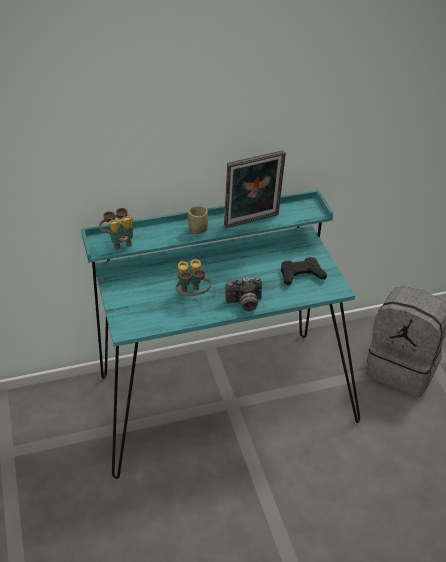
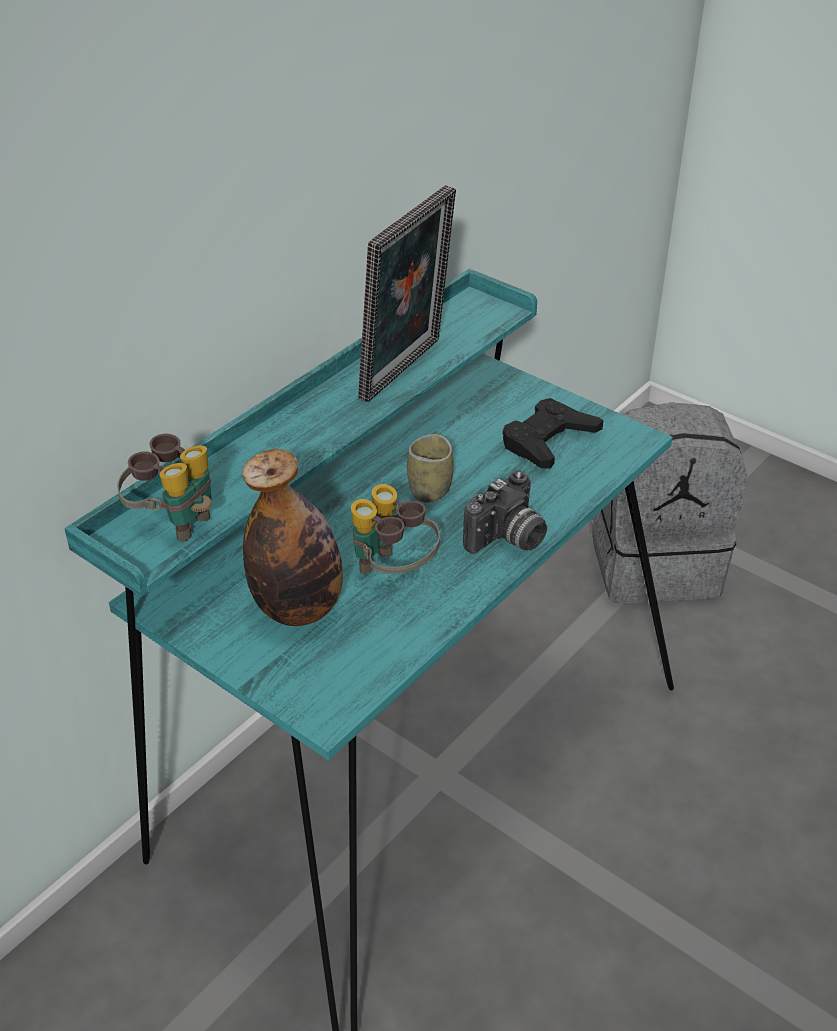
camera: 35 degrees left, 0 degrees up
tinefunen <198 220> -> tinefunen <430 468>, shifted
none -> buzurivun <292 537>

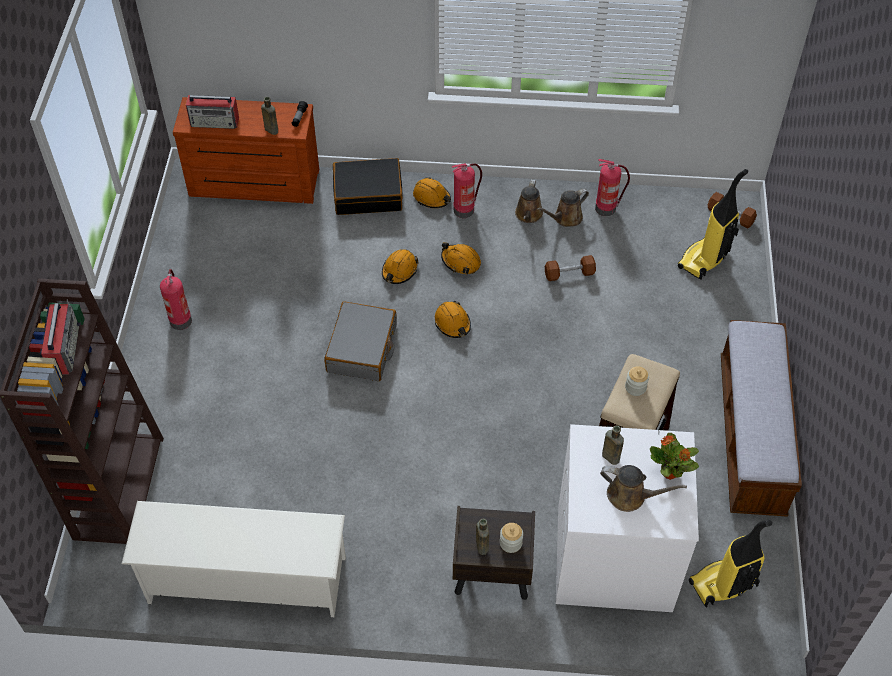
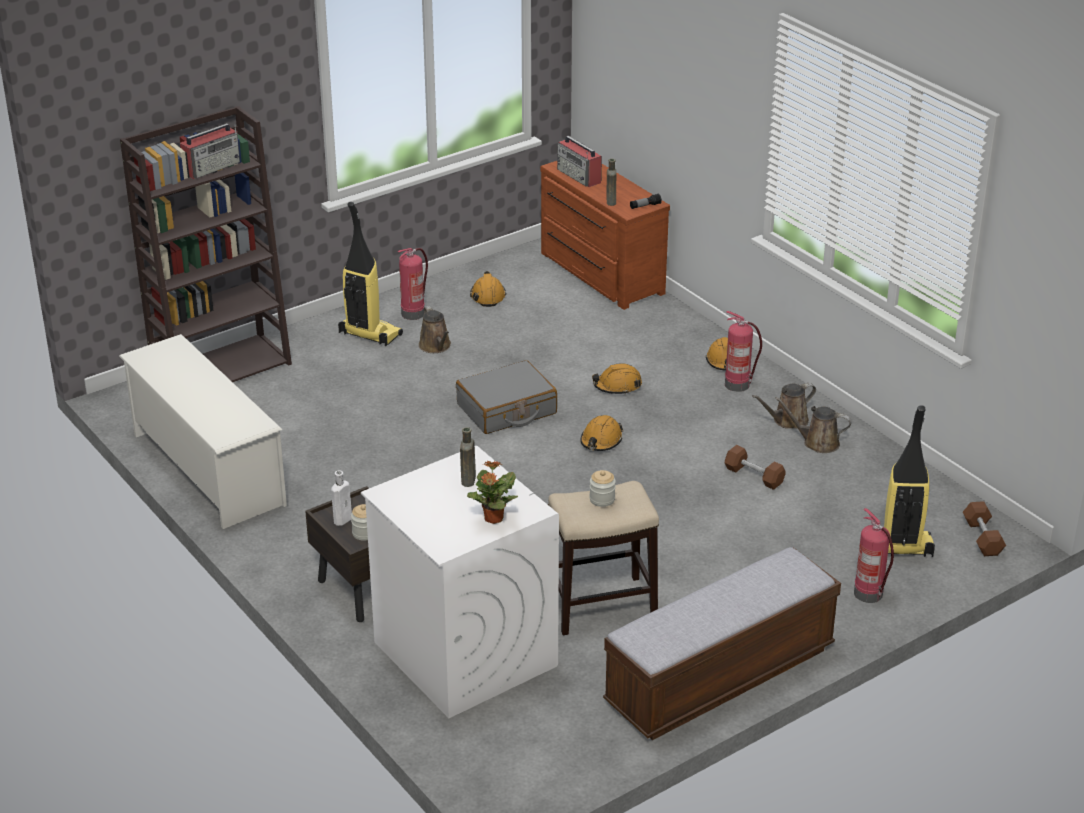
camera: 50 degrees right, 20 degrees down
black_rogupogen <367 186> -> none
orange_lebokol <461 258> -> orange_lebokol <488 289>, shifted
brown_buzurivun <482 537> -> white_buzurivun <341 498>
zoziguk <612 187> -> zoziguk <874 555>, shifted
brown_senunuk <643 488> -> brown_senunuk <435 329>, shifted
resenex <730 564> -> resenex <370 274>, shifted

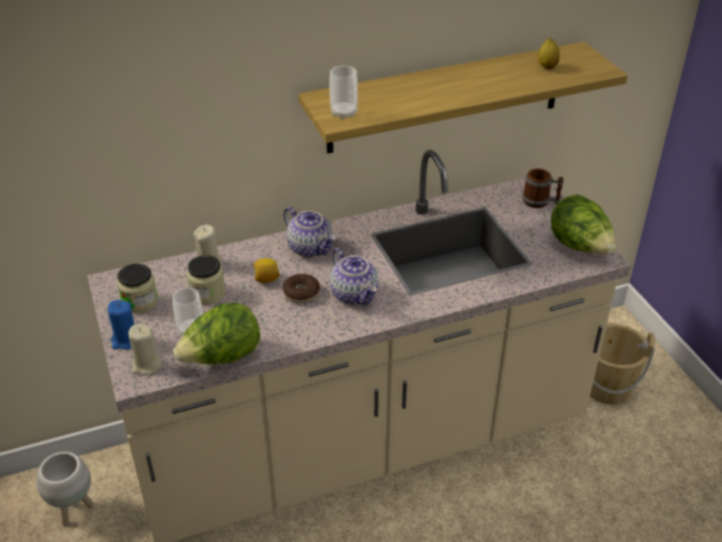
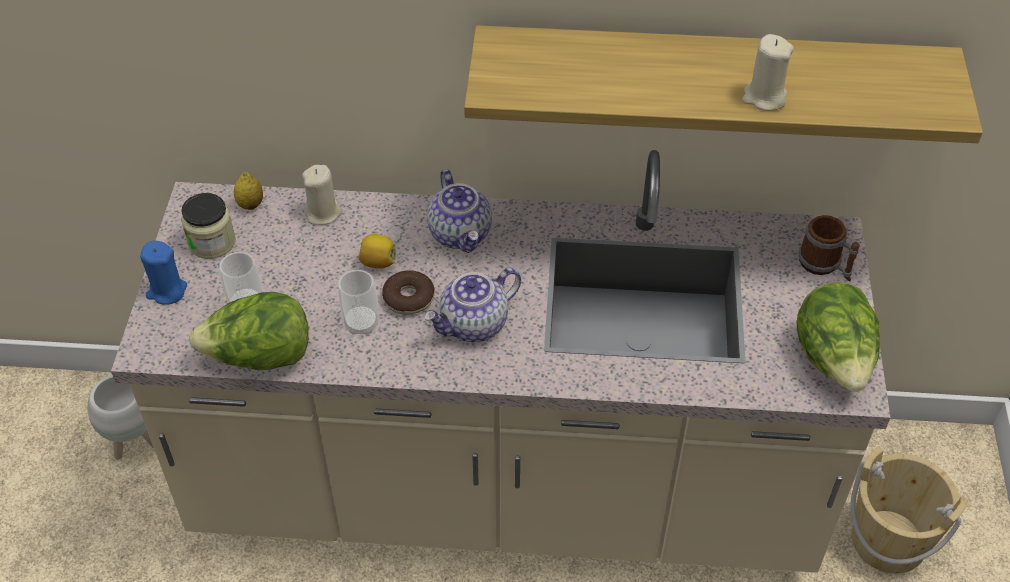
camera: 25 degrees right, 10 degrees up
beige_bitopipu <145 349> -> beige_bitopipu <768 72>, shifted
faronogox <206 280> -> none
tinefunen <343 92> -> tinefunen <358 302>, shifted
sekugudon <354 276> -> sekugudon <472 304>, 60 degrees clockwise
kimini <549 53> -> kimini <248 191>, shifted

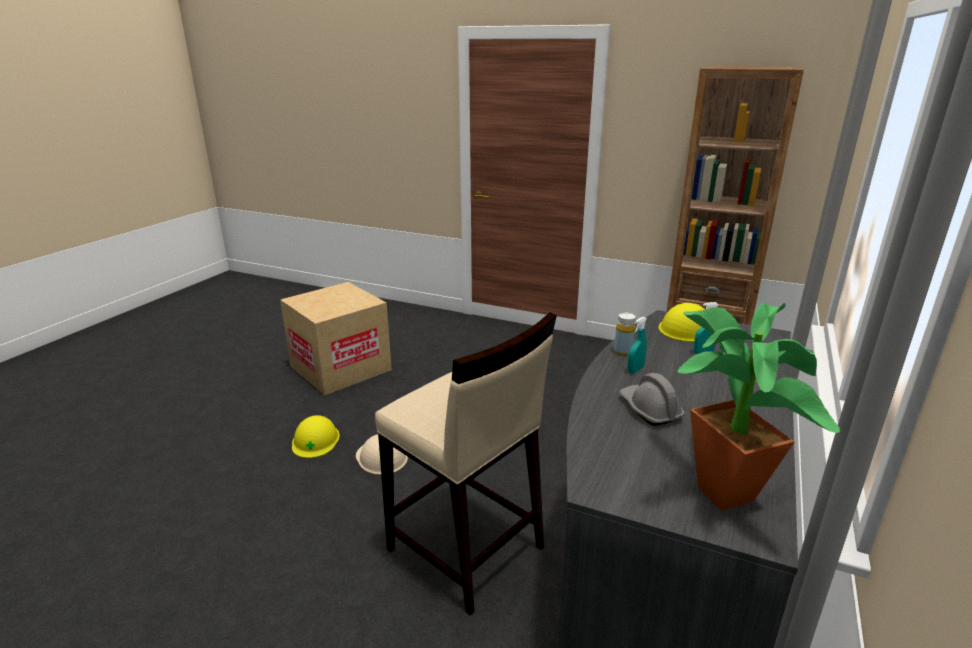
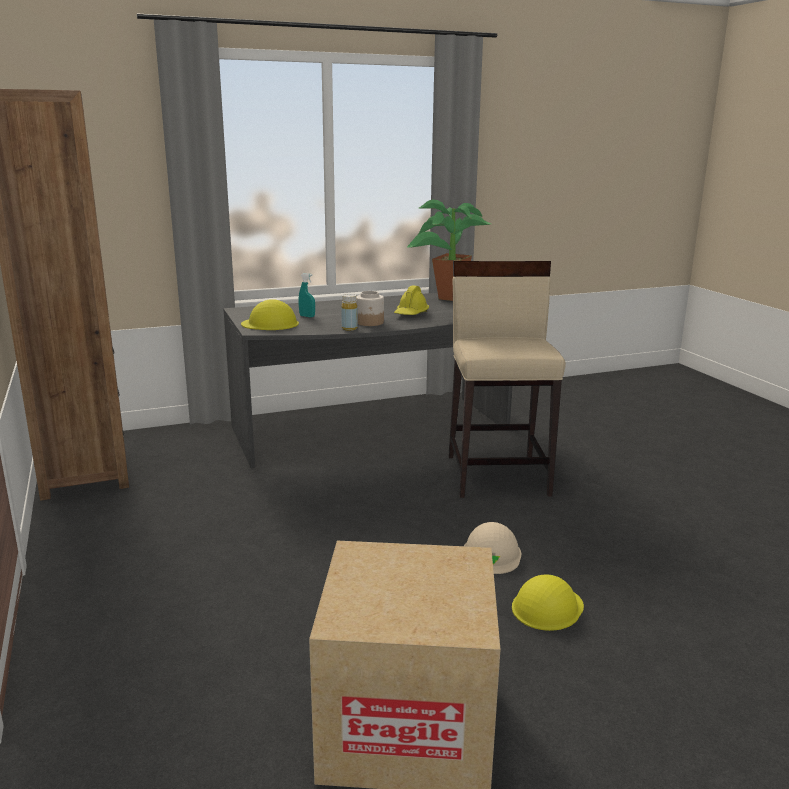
camera: 135 degrees left, 5 degrees down
grey_lebokol <652 399> -> yellow_lebokol <411 300>
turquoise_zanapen <637 345> -> faronogox <370 308>

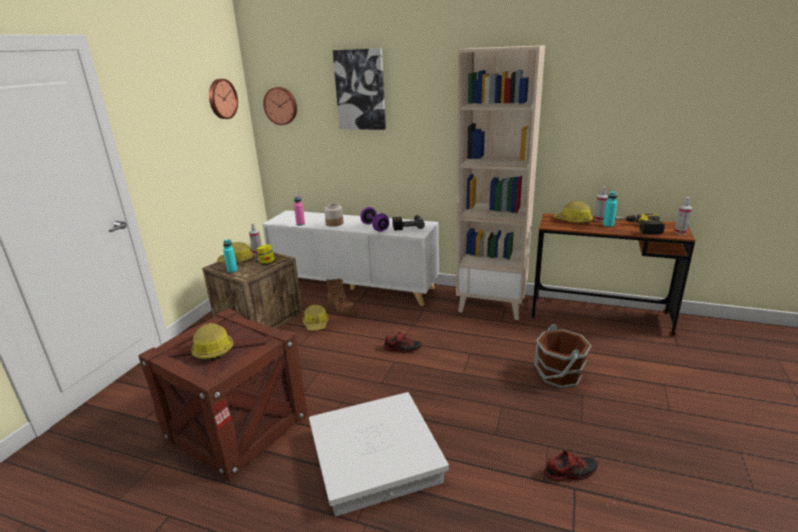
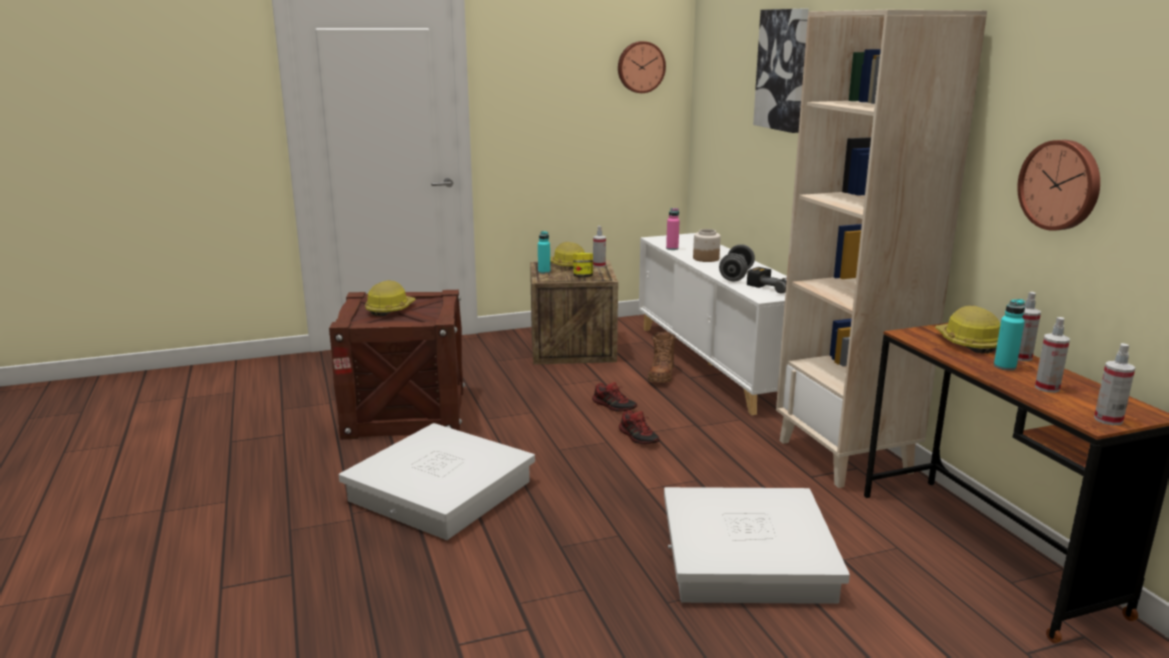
camera: 50 degrees right, 5 degrees down
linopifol <280 106> -> linopifol <1058 185>, shifted
lebokol <316 318> -> none
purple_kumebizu <375 219> -> grey_kumebizu <737 262>
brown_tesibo <563 356> -> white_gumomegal <757 545>
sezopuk <571 466> -> sezopuk <614 397>, shifted
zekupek <640 224> -> zanapen <1052 355>

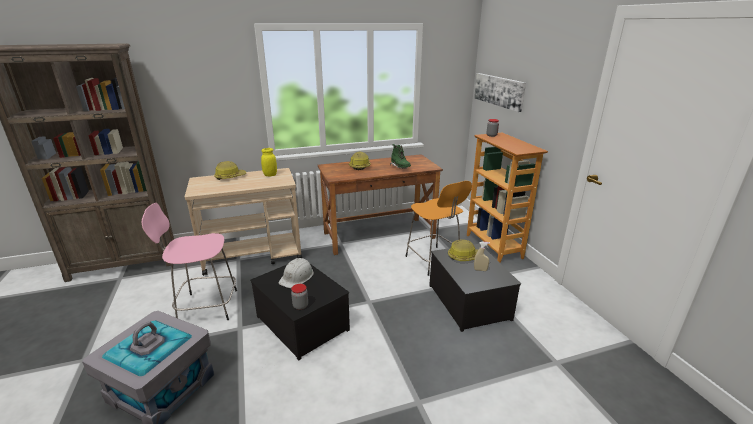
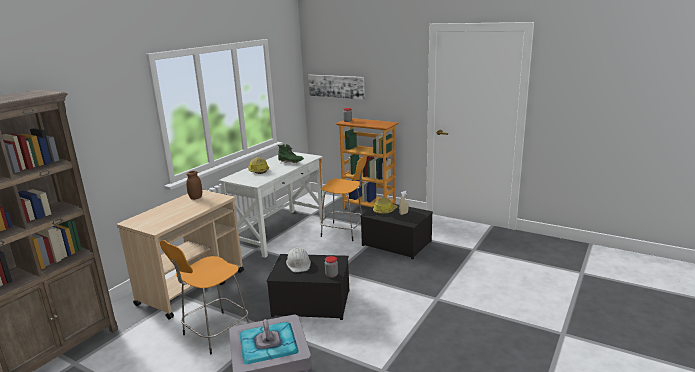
camera: 40 degrees left, 5 degrees down
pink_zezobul <189 261> -> orange_zezobul <204 297>
lebokol <230 170> -> none
yellow_faronogox <269 162> -> brown_faronogox <194 185>
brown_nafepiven <380 204> -> white_nafepiven <271 205>

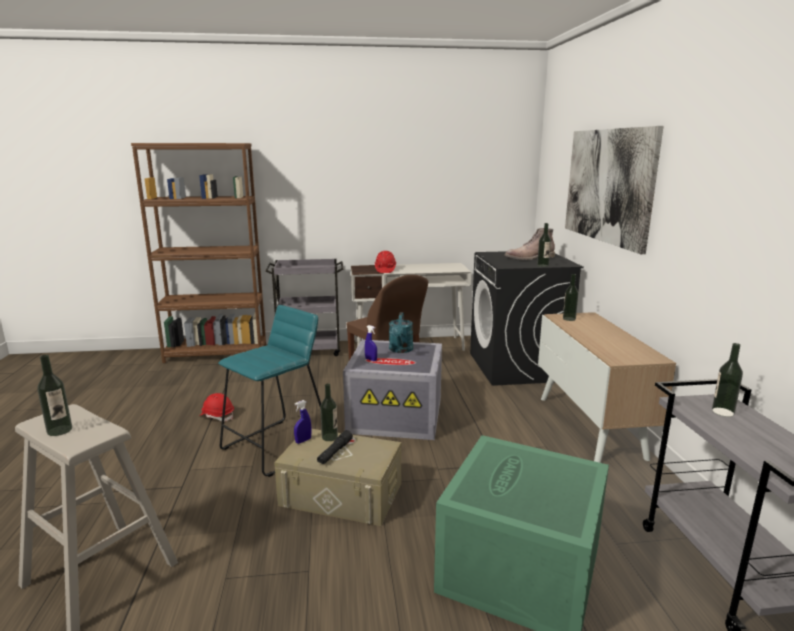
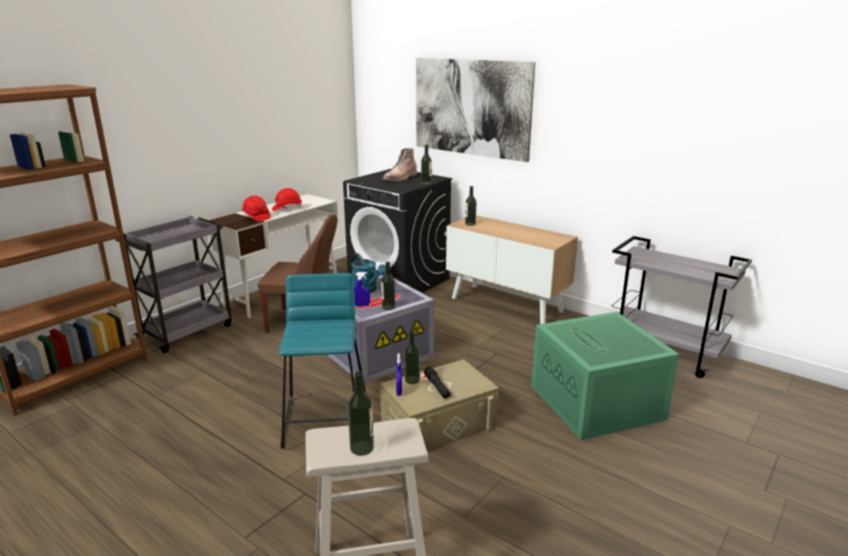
camera: 45 degrees left, 5 degrees up
red_lebokol <216 407> -> red_lebokol <287 199>, shifted
buzurivun <727 380> -> buzurivun <388 285>, shifted

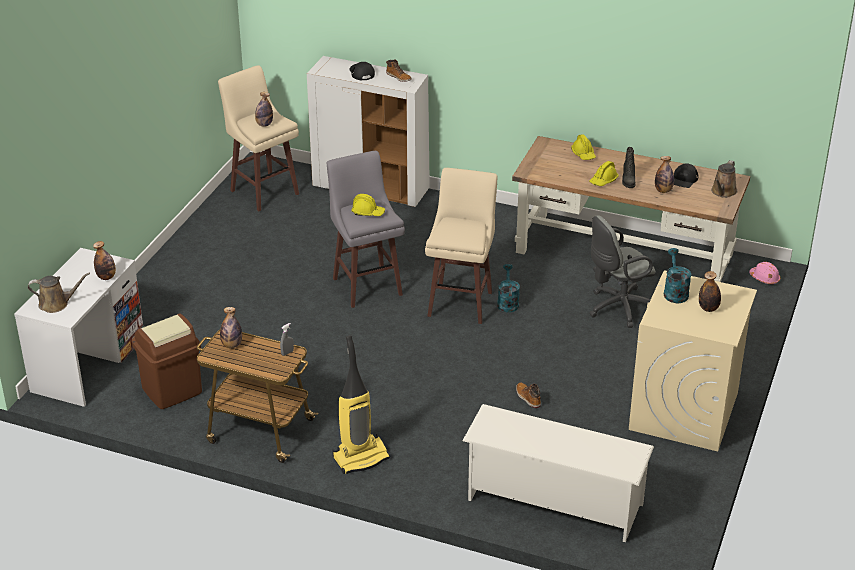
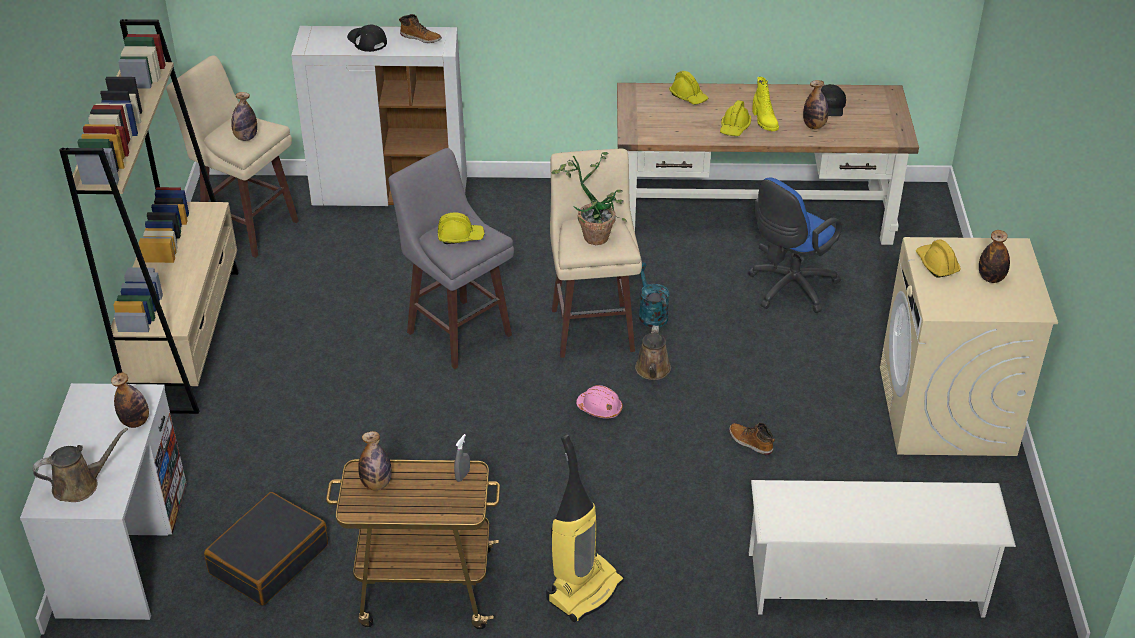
camera: 20 degrees left, 5 degrees up
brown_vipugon <167 361> -> black_rogupogen <266 548>
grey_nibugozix <622 271> -> blue_nibugozix <795 245>
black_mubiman <629 167> -> yellow_mubiman <765 104>
turquoise_senunuk <678 275> -> yellow_lebokol <938 258>
brown_senunuk <724 179> -> brown_senunuk <653 352>, shifted
pink_lebokol <764 273> -> pink_lebokol <599 401>, shifted
none -> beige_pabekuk <149 216>
none -> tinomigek <589 198>

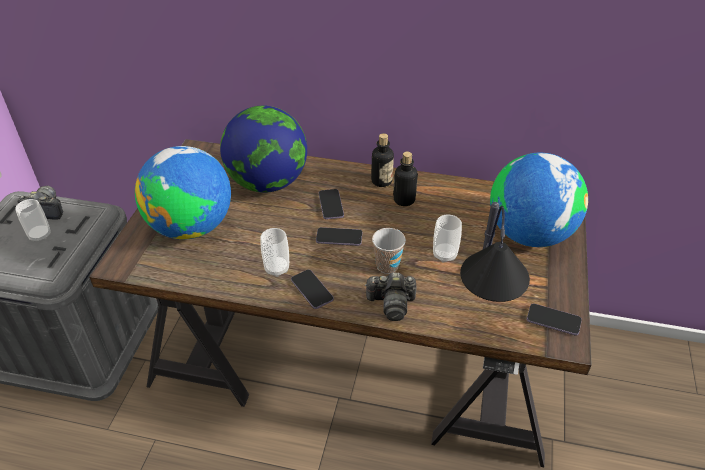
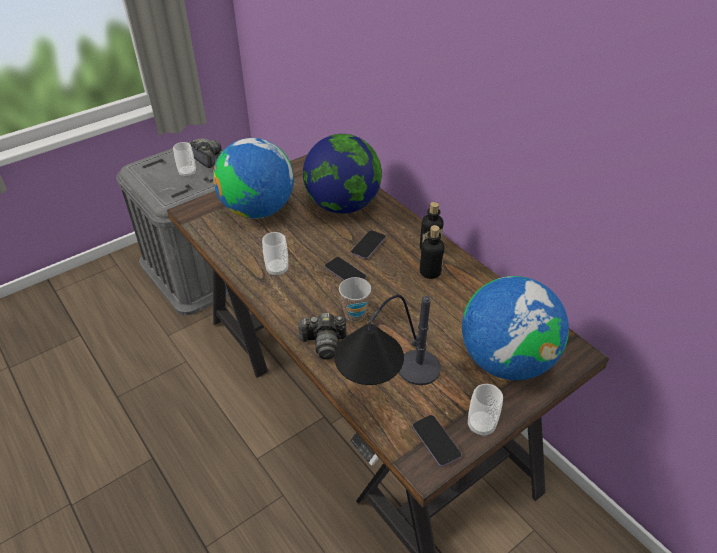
camera: 40 degrees right, 0 degrees up
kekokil <312 289> -> none
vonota <390 297> -> vonota <322 336>, 45 degrees counterclockwise
tinefunen <447 239> -> tinefunen <485 410>, shifted

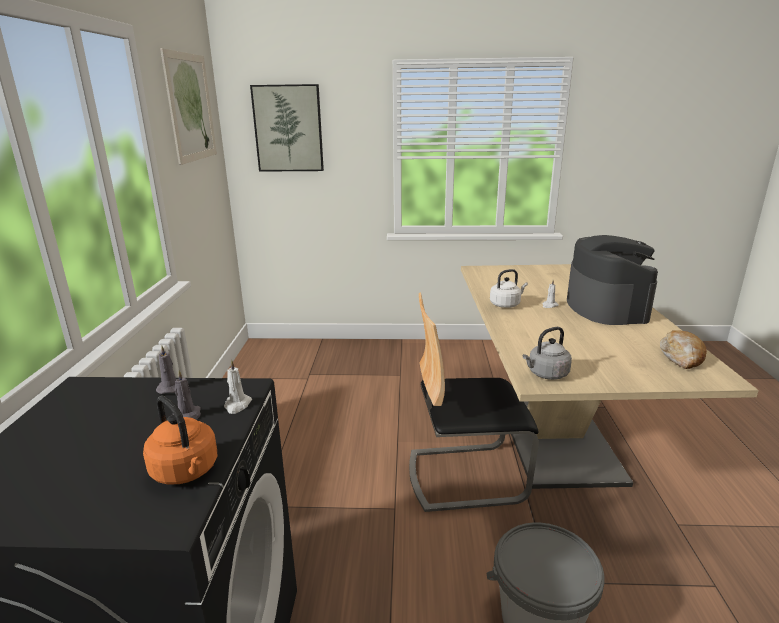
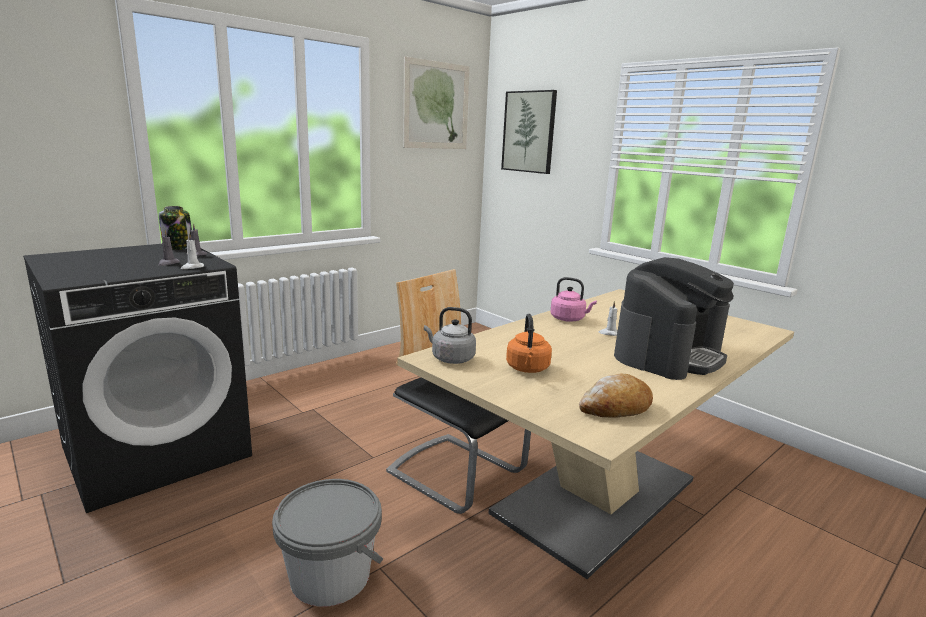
camera: 45 degrees right, 5 degrees down
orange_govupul <180 440> -> orange_govupul <529 343>, shifted
white_govupul <509 288> -> pink_govupul <573 299>
none -> faronogox <175 228>

